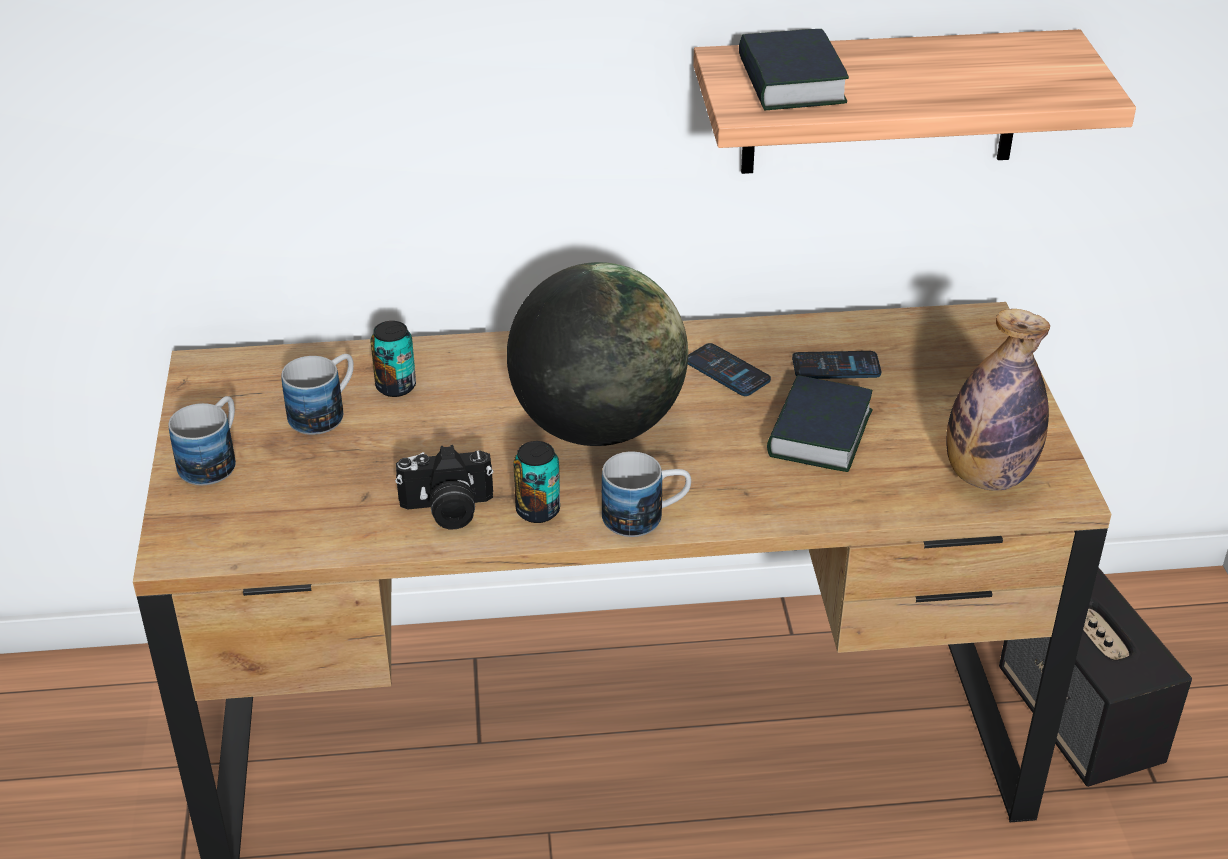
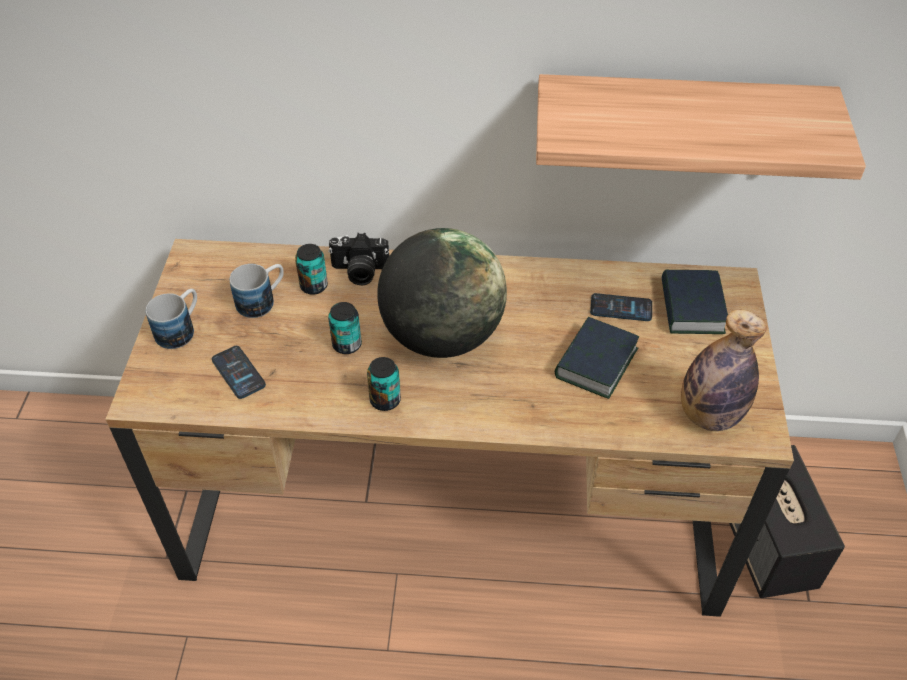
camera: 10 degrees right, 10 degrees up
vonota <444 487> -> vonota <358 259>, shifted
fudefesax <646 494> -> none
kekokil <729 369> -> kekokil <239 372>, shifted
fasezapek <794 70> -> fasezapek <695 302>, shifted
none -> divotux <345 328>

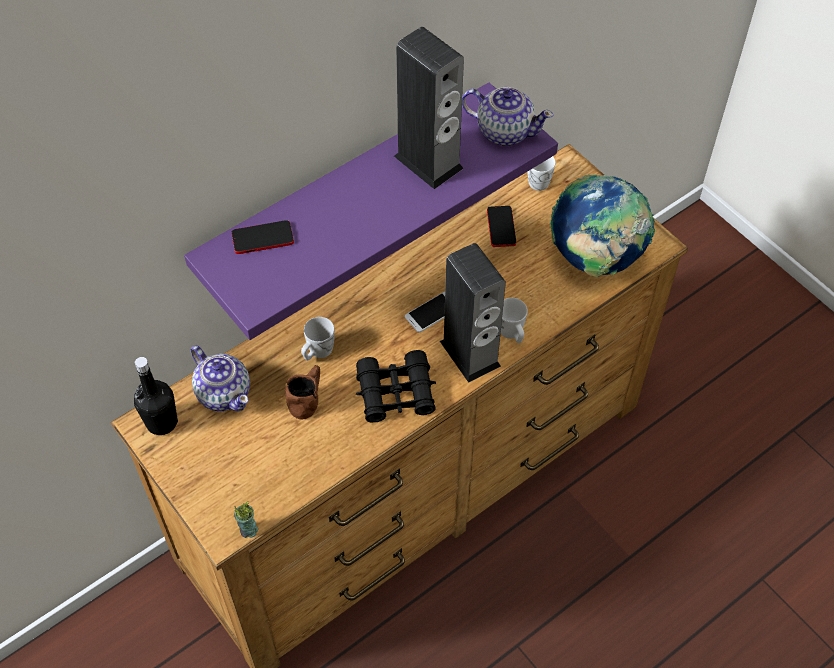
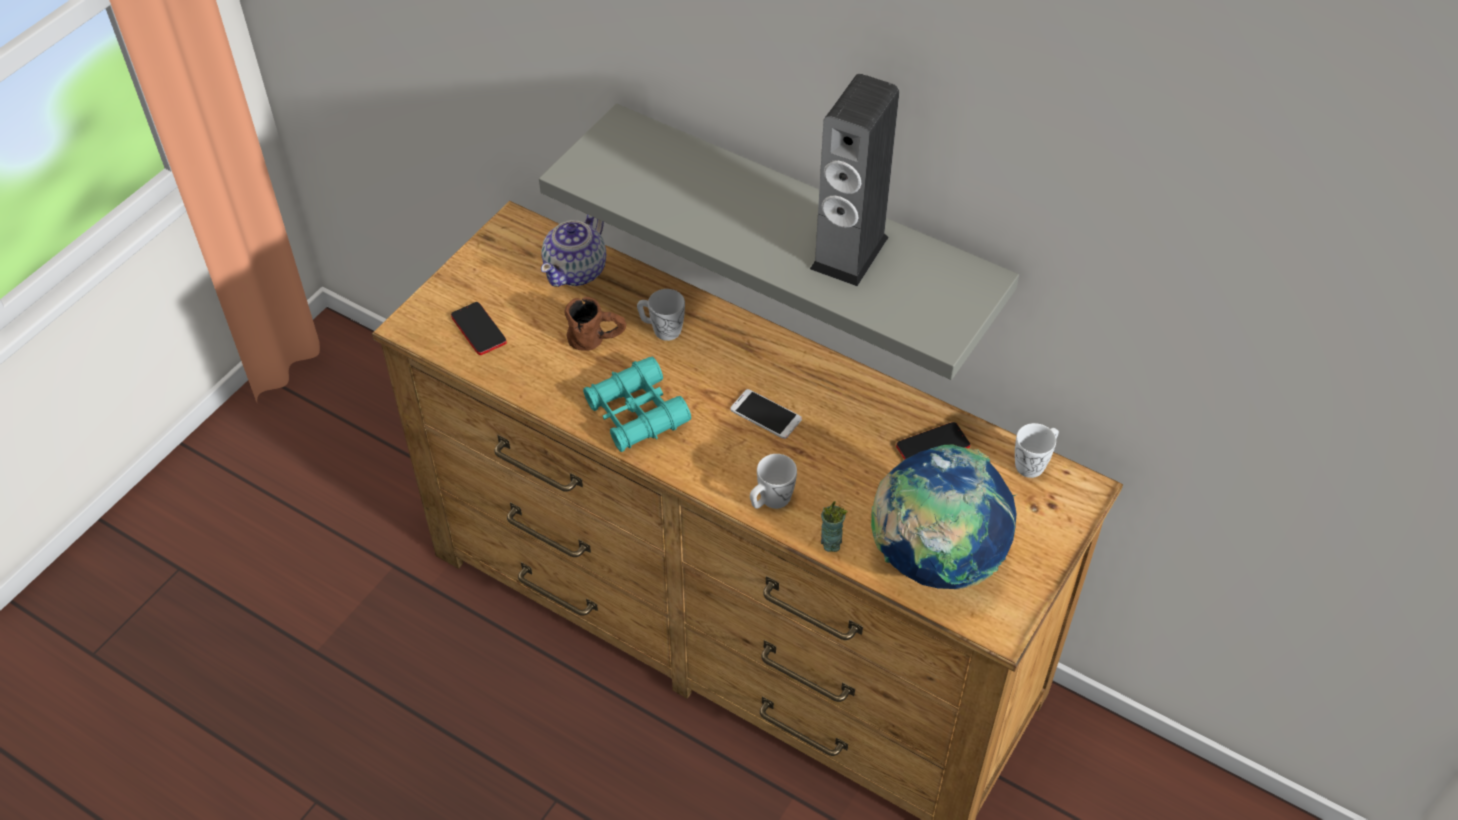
camera: 70 degrees right, 5 degrees down
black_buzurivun <156 396> -> none
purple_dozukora <371 211> -> grey_dozukora <779 241>
kekokil <262 237> -> kekokil <479 328>, shifted
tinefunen <246 519> -> tinefunen <834 526>, shifted
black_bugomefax <396 386> -> turquoise_bugomefax <637 404>
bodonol <473 313> -> none
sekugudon <507 116> -> none

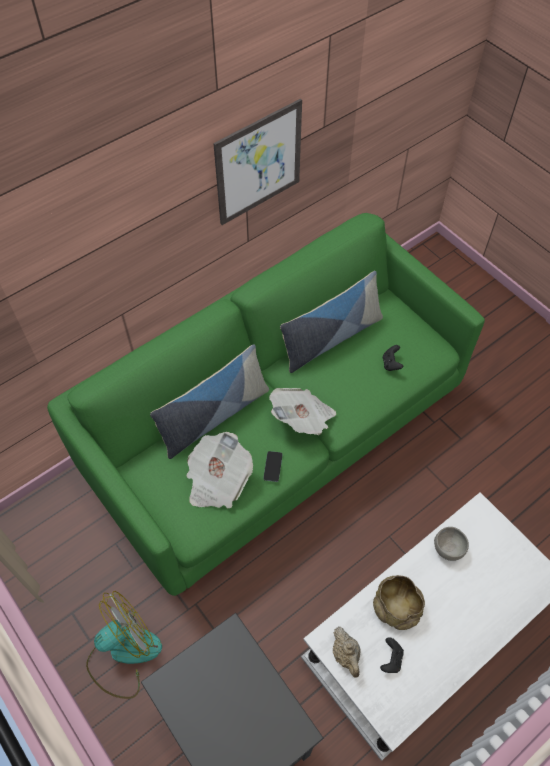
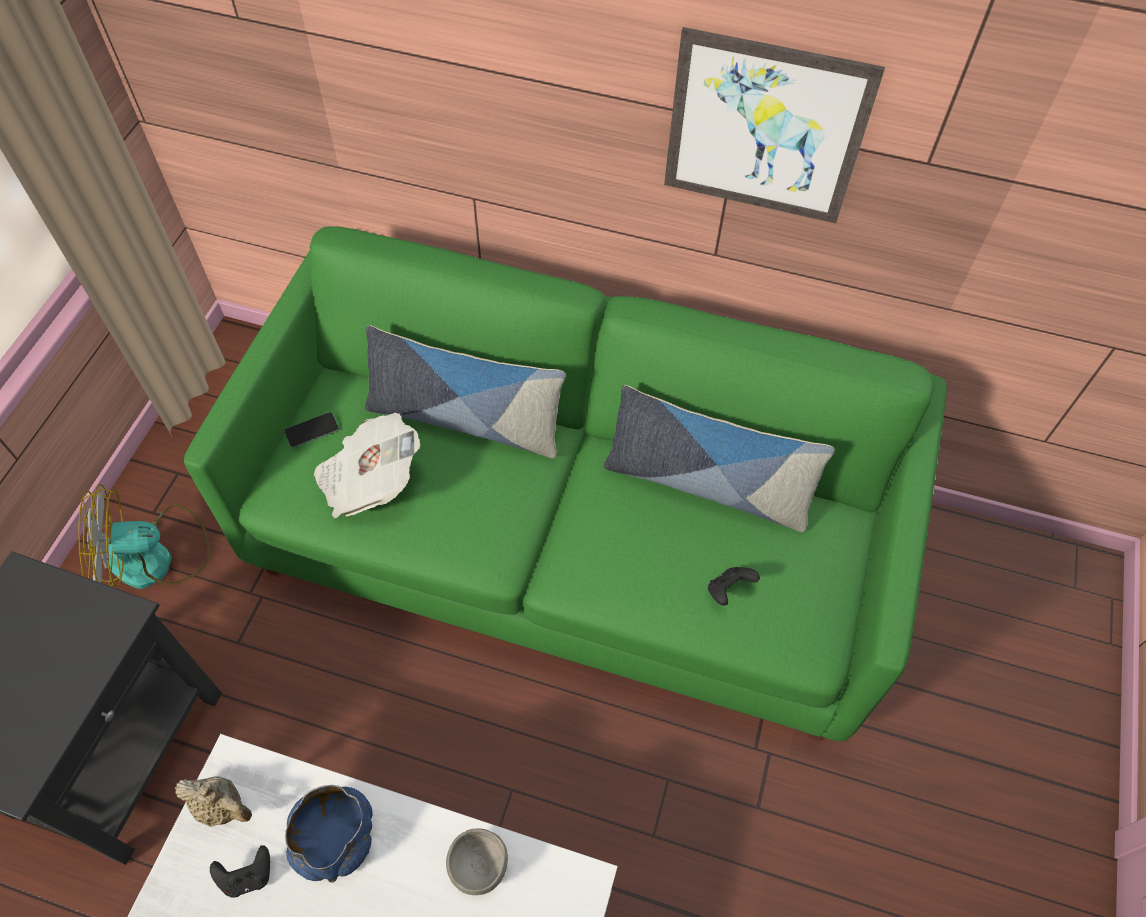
camera: 55 degrees right, 0 degrees up
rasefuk <124 645> -> rasefuk <144 536>, 150 degrees clockwise
kekokil <273 466> -> kekokil <311 430>, shifted
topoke <302 411> -> none
beige_sekugudon <347 652> -> beige_sekugudon <213 802>, 105 degrees counterclockwise
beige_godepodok <399 602> -> blue_godepodok <328 834>

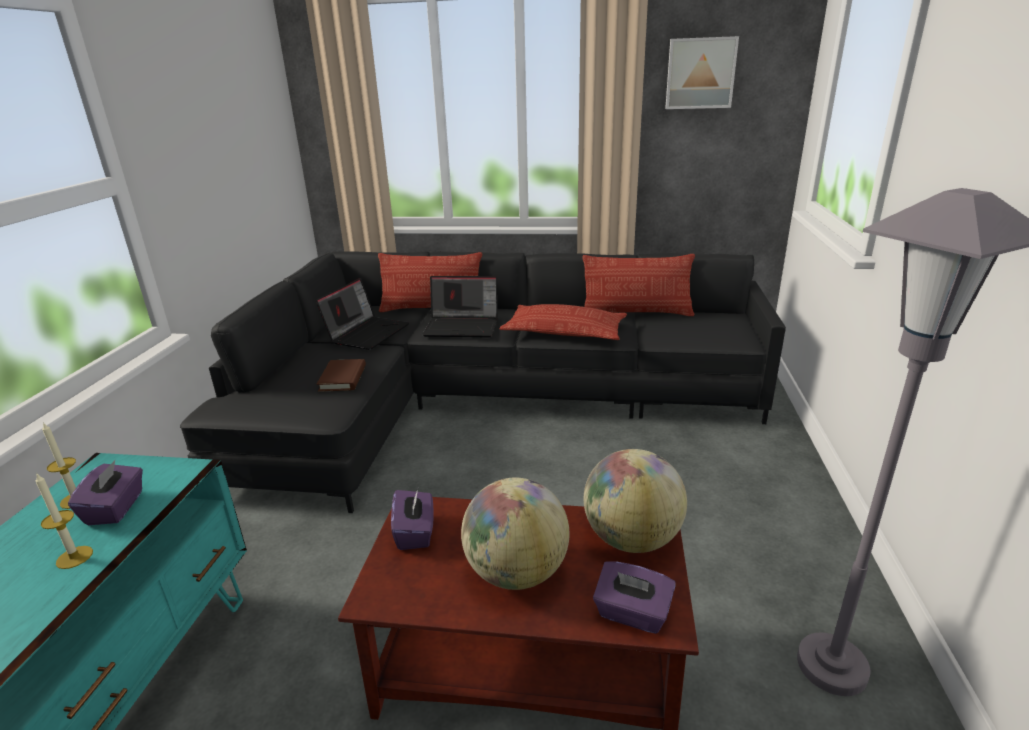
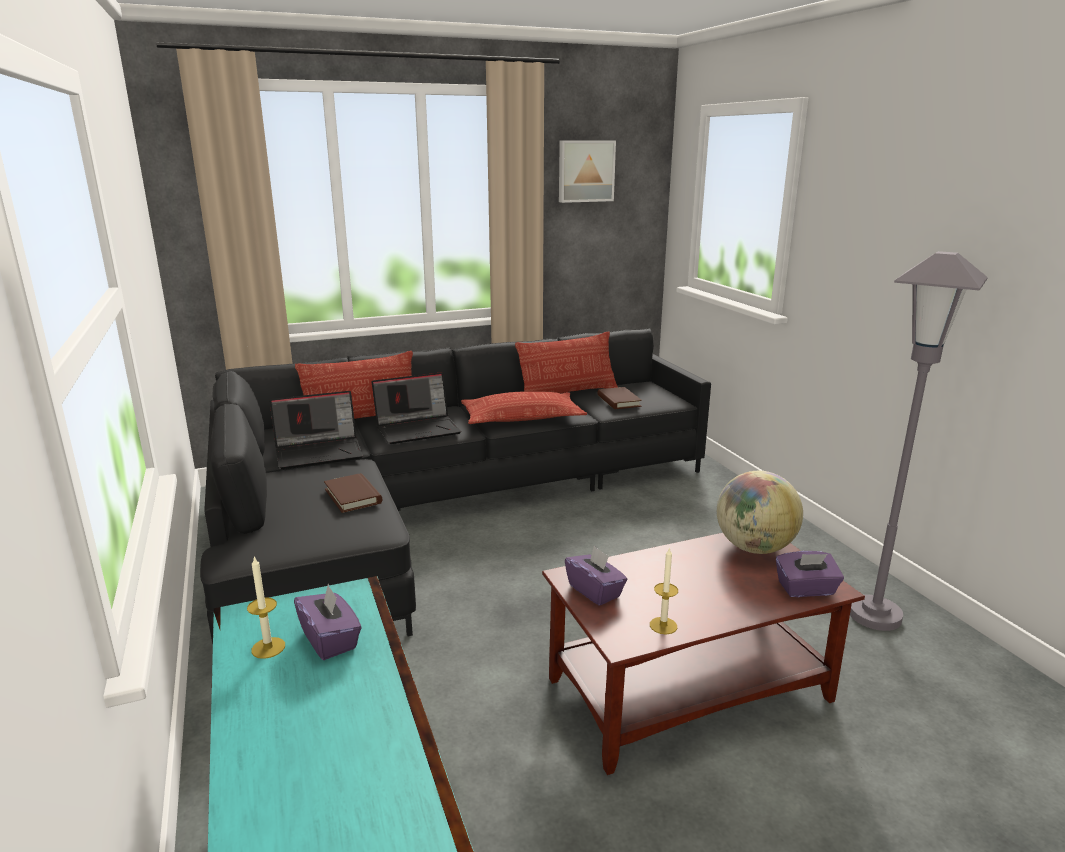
camera: 30 degrees left, 5 degrees down
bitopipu <64 521> -> bitopipu <664 590>, shifted
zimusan <362 314> -> zimusan <316 430>, 75 degrees clockwise
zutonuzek <515 534> -> none
none -> brown_fasezapek <619 398>

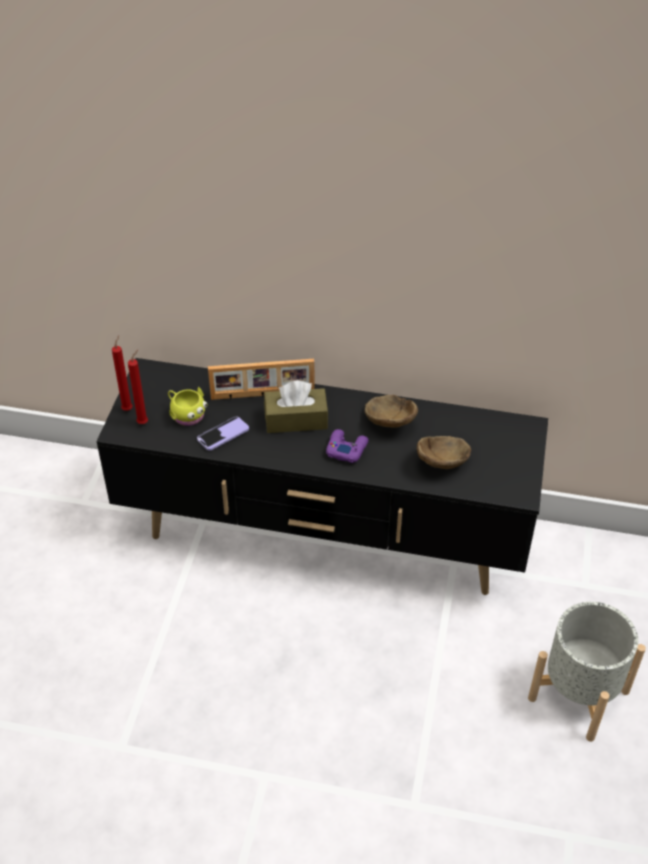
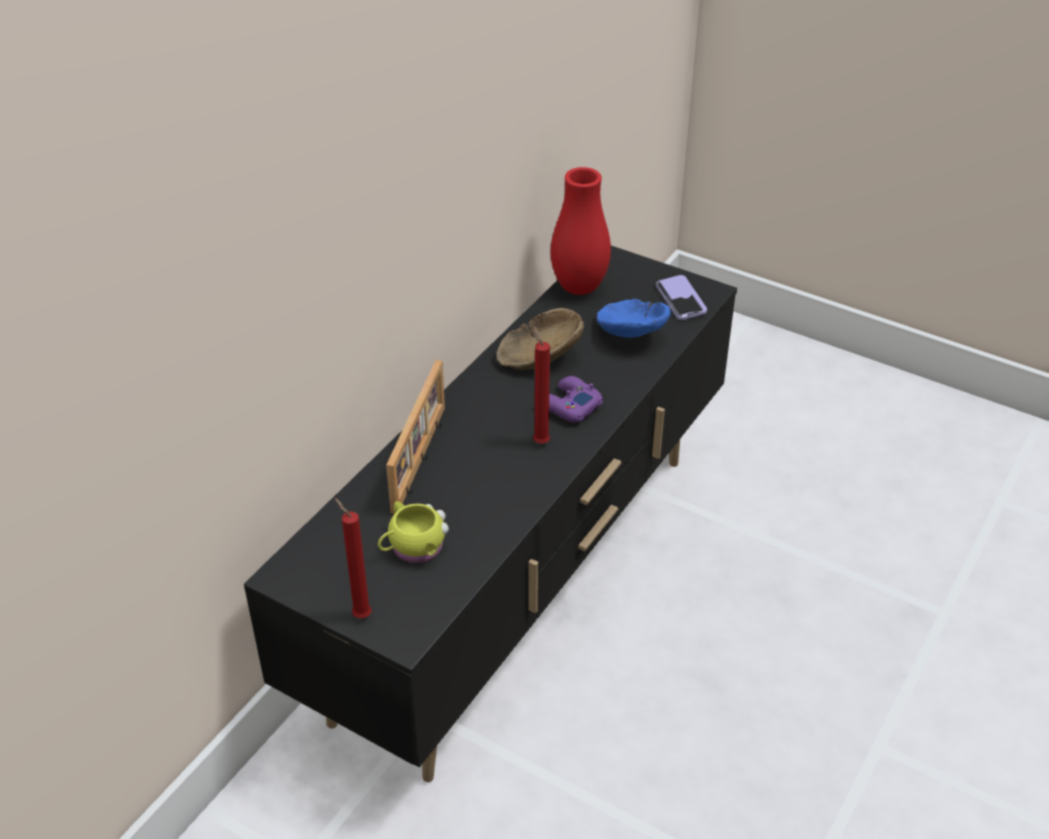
camera: 70 degrees left, 5 degrees down
red_bitopipu <138 387> -> red_bitopipu <541 385>, shifted
kekokil <223 434> -> kekokil <681 297>, shifted
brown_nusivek <296 406> -> none
brown_godepodok <444 452> -> blue_godepodok <634 318>
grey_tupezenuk <587 672> -> none
none -> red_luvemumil <581 231>

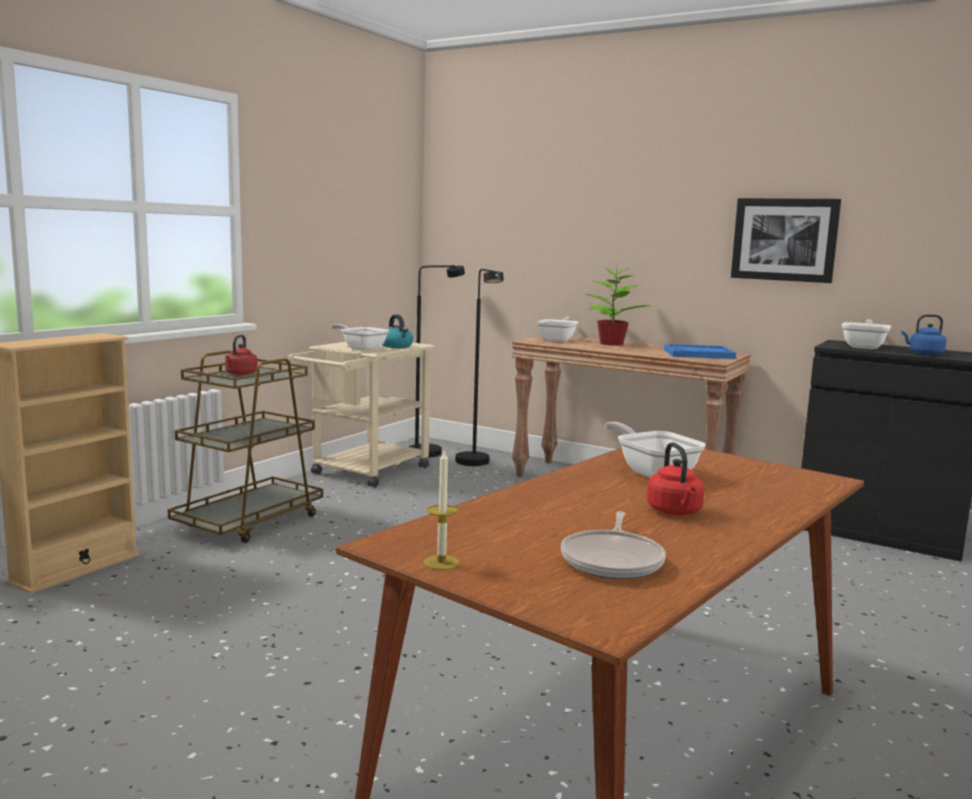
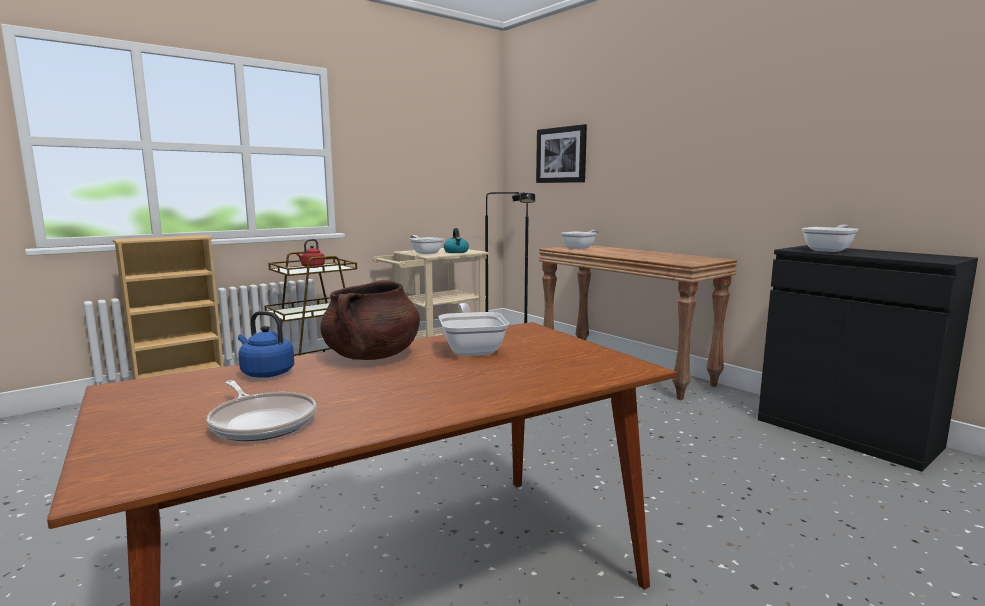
camera: 20 degrees right, 0 degrees up
bitopipu <441 510> -> none
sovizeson <613 545> -> sovizeson <262 410>, 75 degrees counterclockwise
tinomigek <617 306> -> none
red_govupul <675 478> -> none
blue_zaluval <700 351> -> none
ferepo <786 240> -> ferepo <561 153>, shifted
blue_govupul <924 334> -> blue_govupul <266 344>, shifted
none -> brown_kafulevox <370 320>

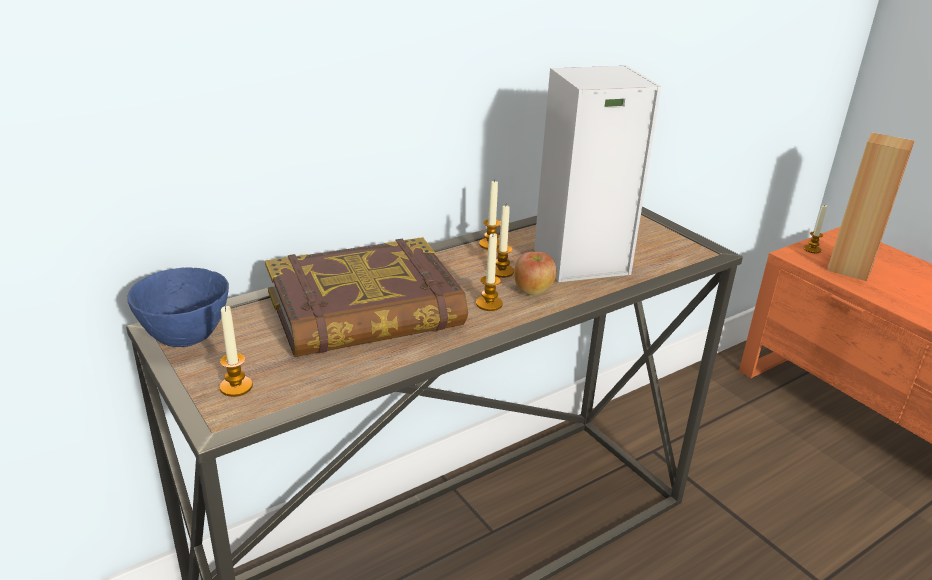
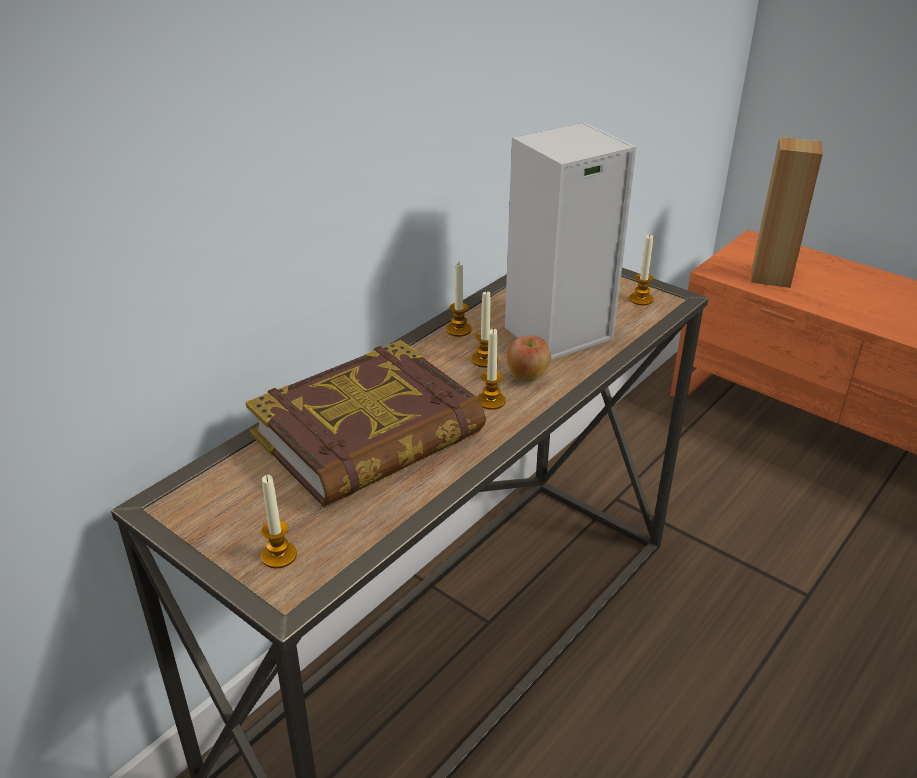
camera: 15 degrees left, 5 degrees up
blue_godepodok <178 307> -> none
bitopipu <815 229> -> bitopipu <641 270>, shifted

